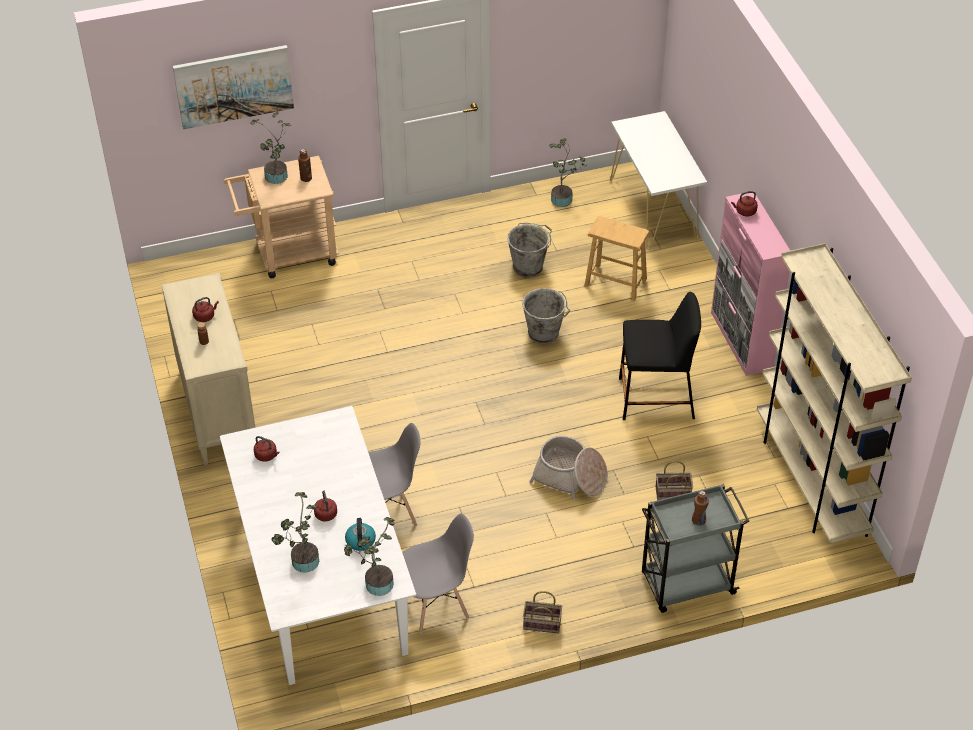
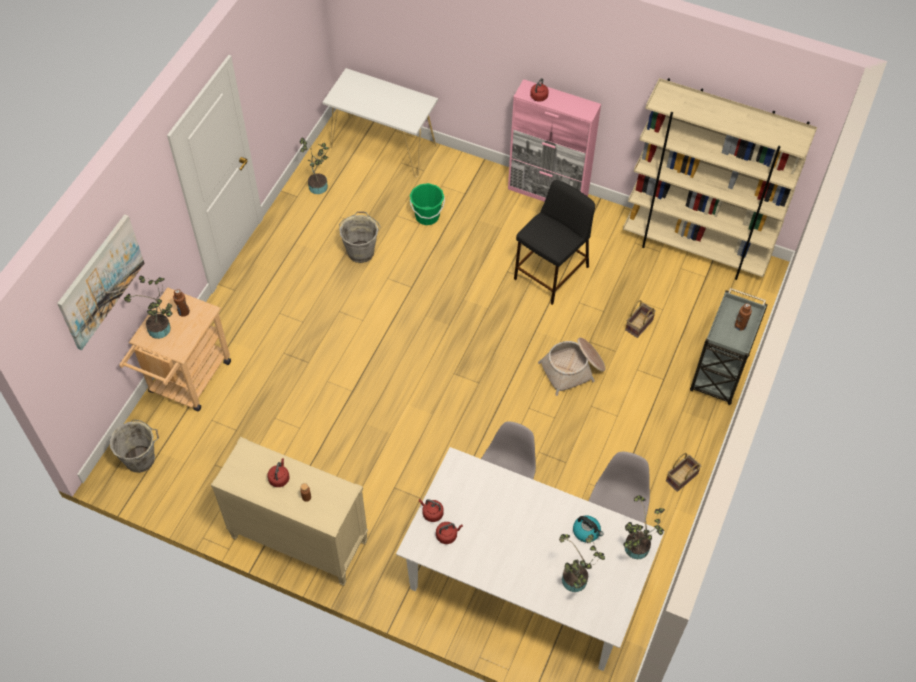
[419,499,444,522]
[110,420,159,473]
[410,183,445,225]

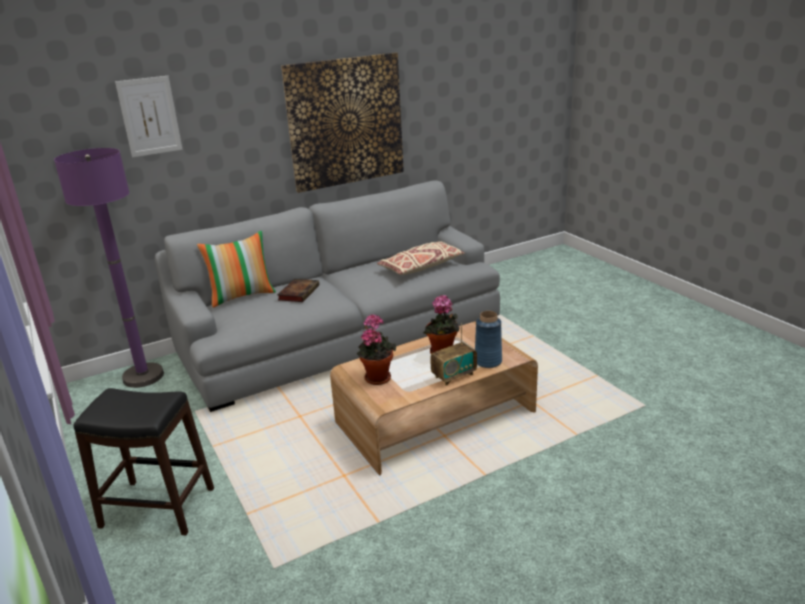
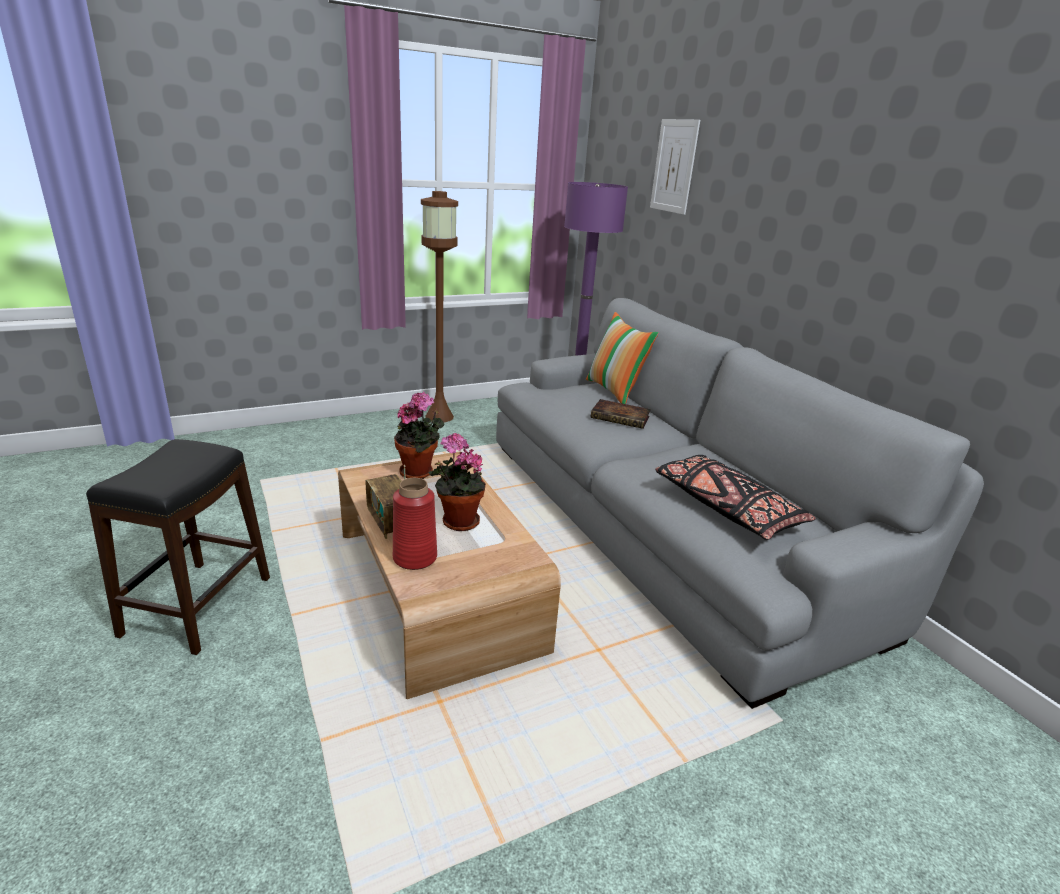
[86,439,270,655]
[281,53,404,193] (first image)
[655,455,816,540]
[393,478,437,570]
[421,191,458,422]

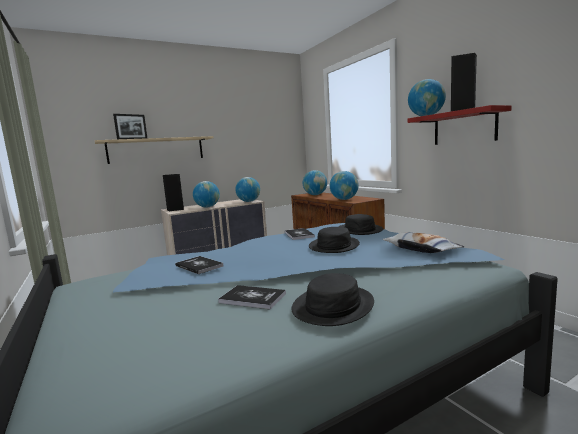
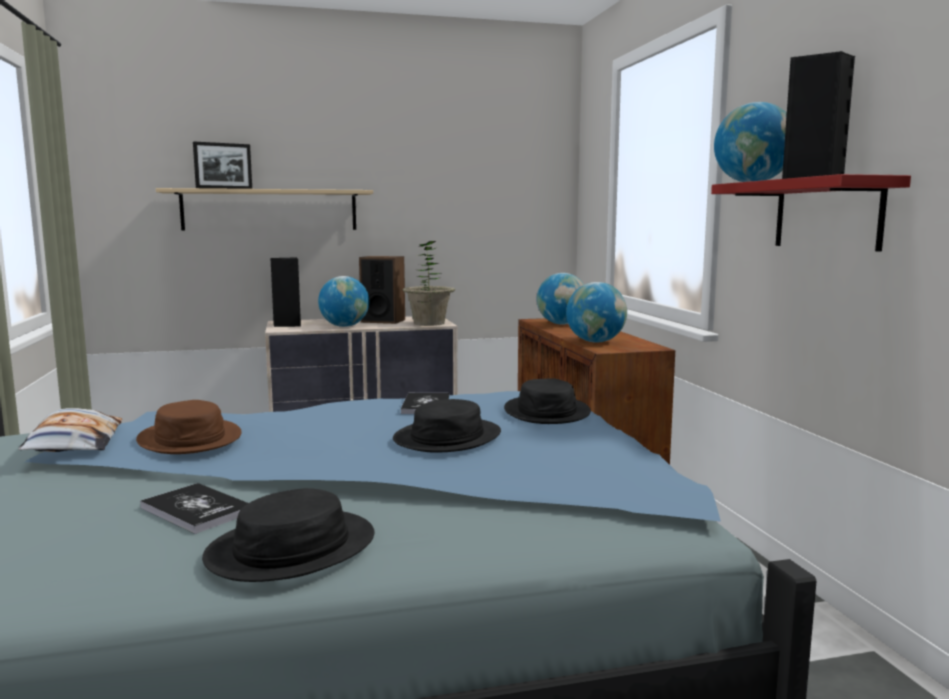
[136,400,242,454]
[402,241,455,326]
[18,408,122,452]
[359,256,405,324]

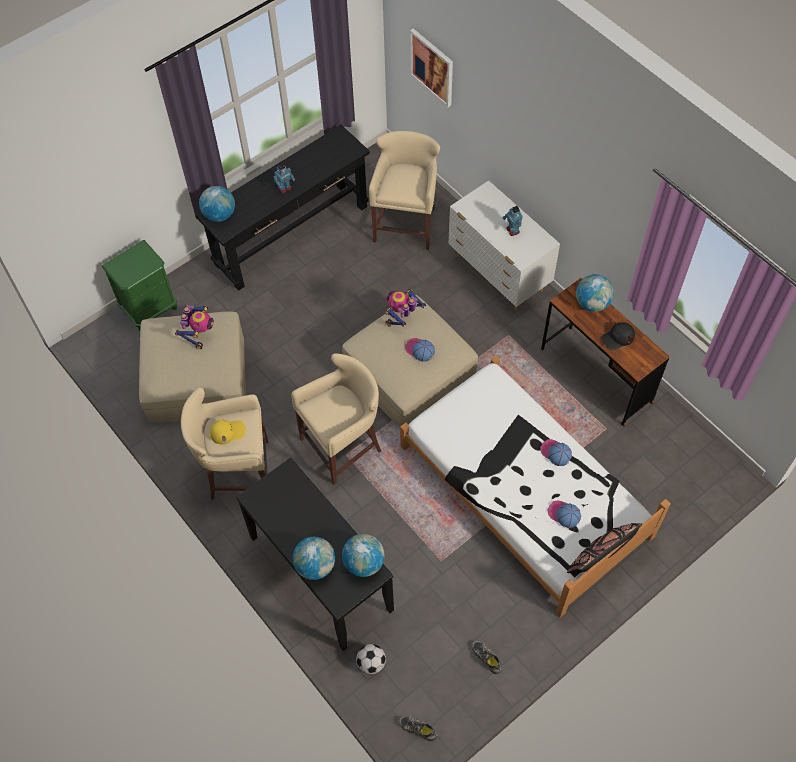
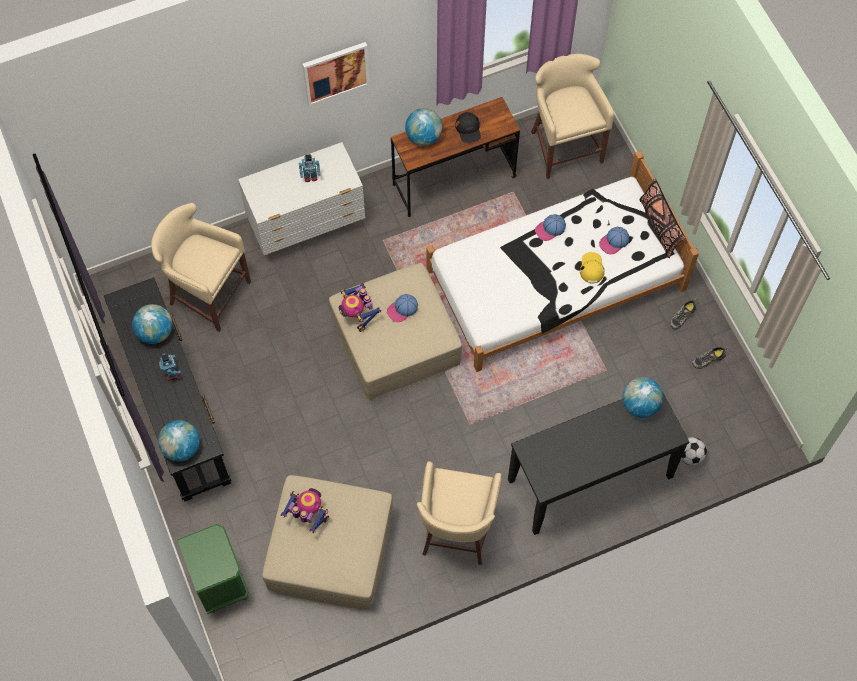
[580,252,605,284]
[531,54,614,179]
[132,304,173,344]
[670,298,697,329]
[302,42,370,106]

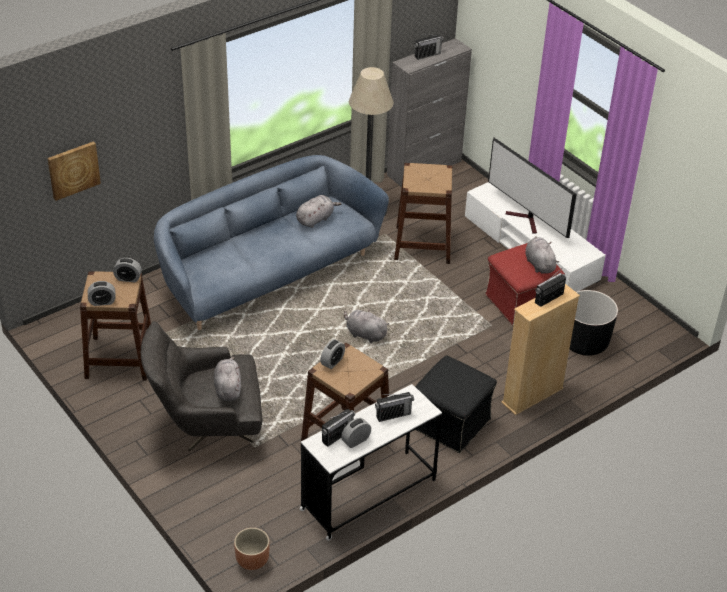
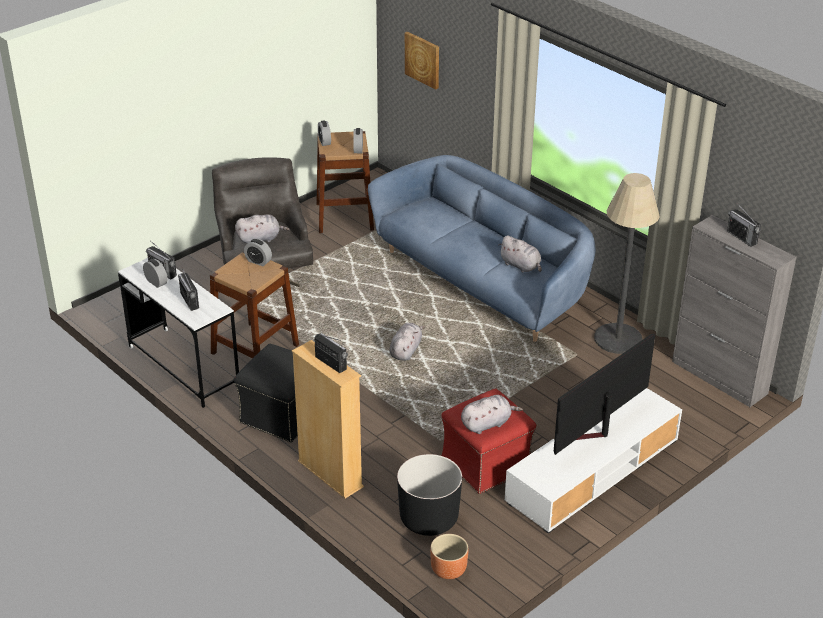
[430,534,468,579]
[394,163,452,264] (first image)

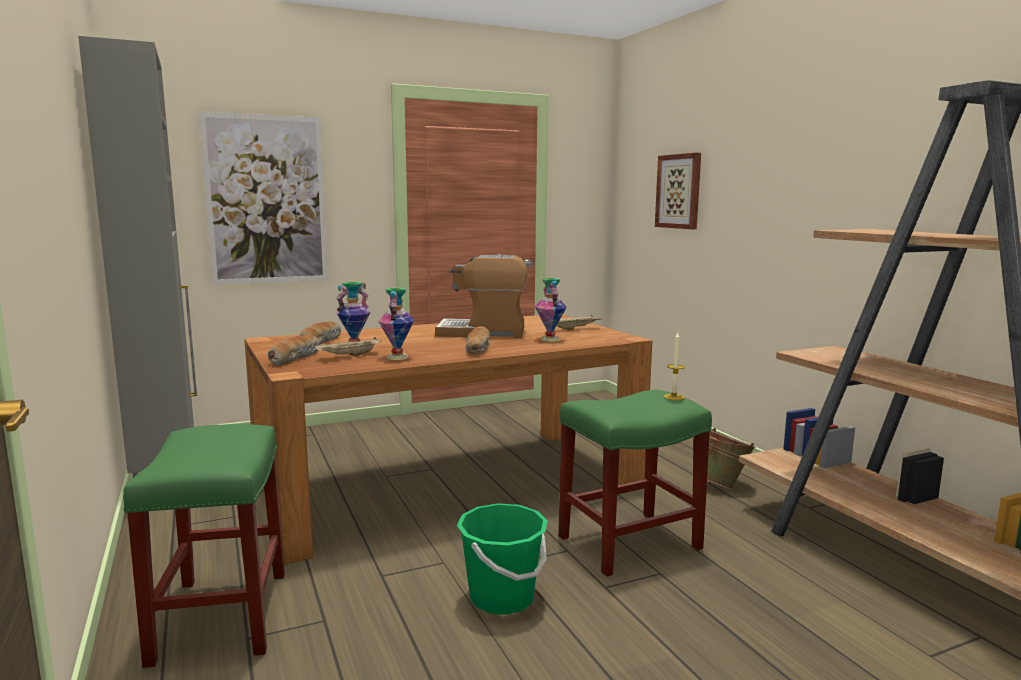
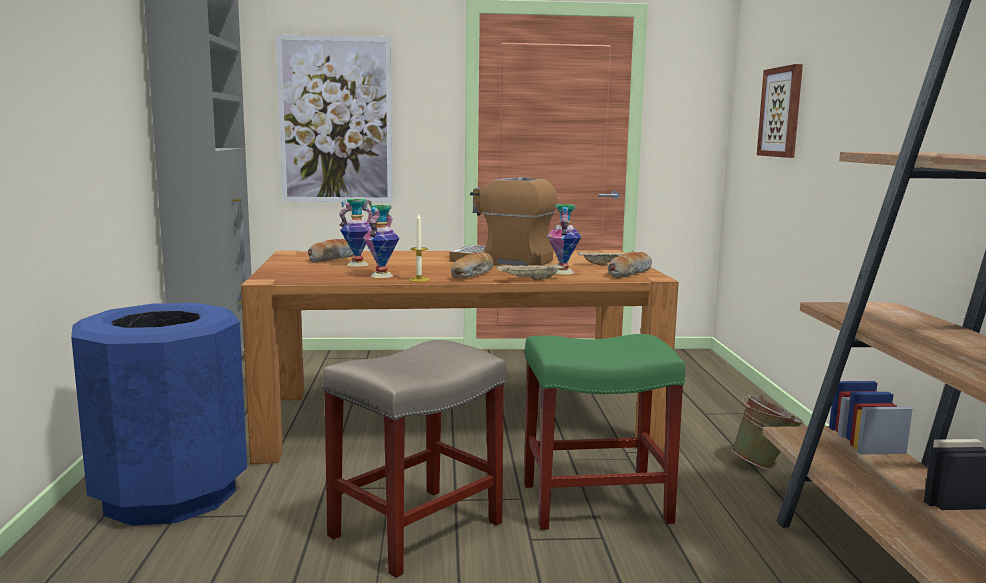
[71,303,247,526]
[608,252,652,278]
[496,263,565,280]
[322,340,506,578]
[409,214,429,282]

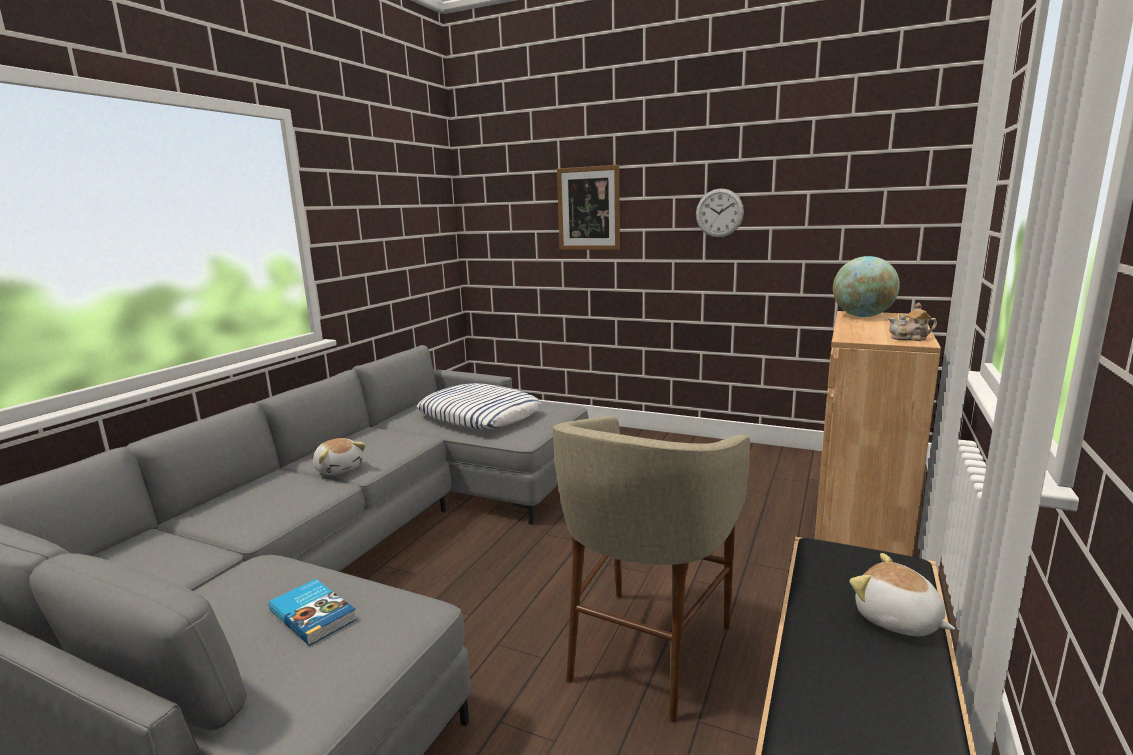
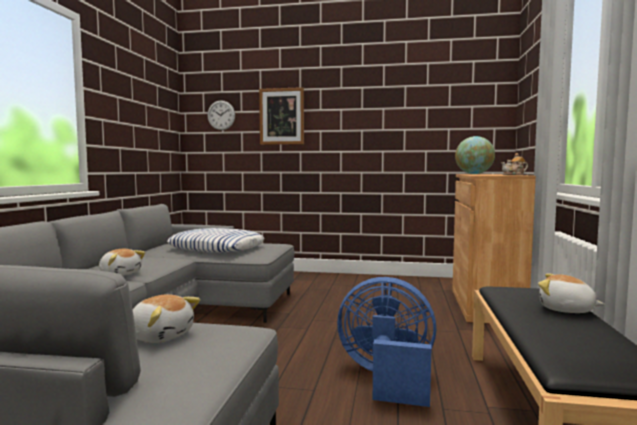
[133,294,200,343]
[337,277,436,407]
[207,100,235,130]

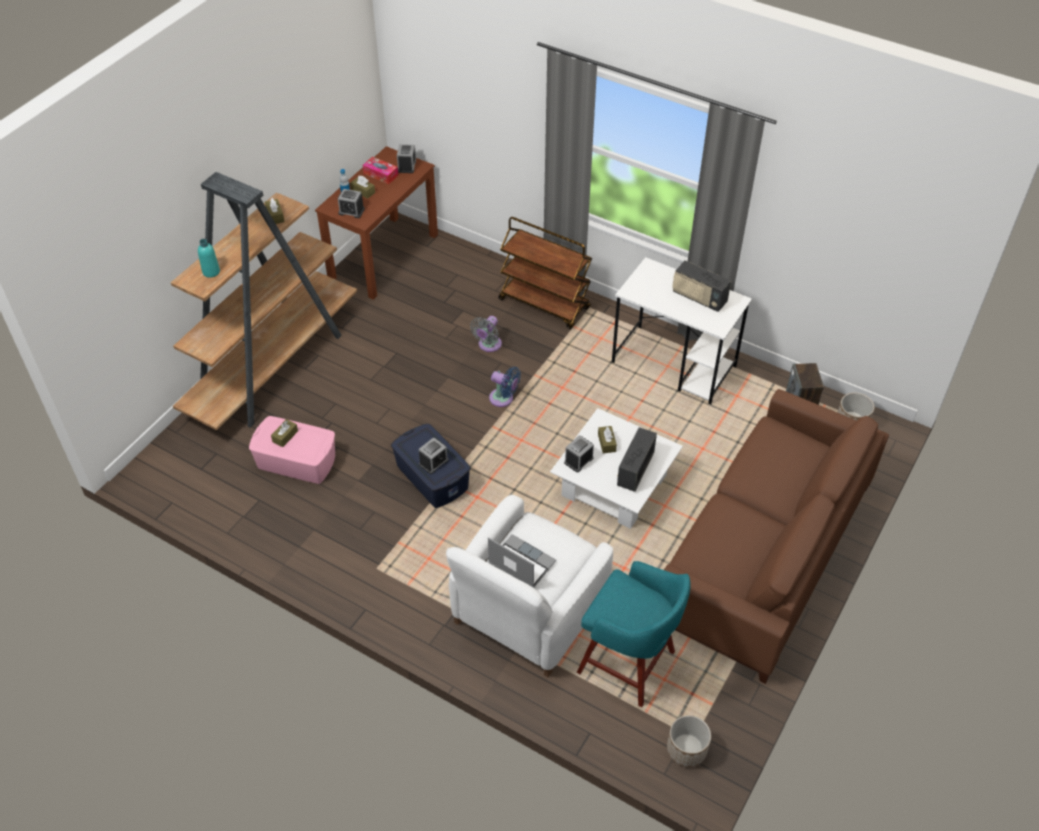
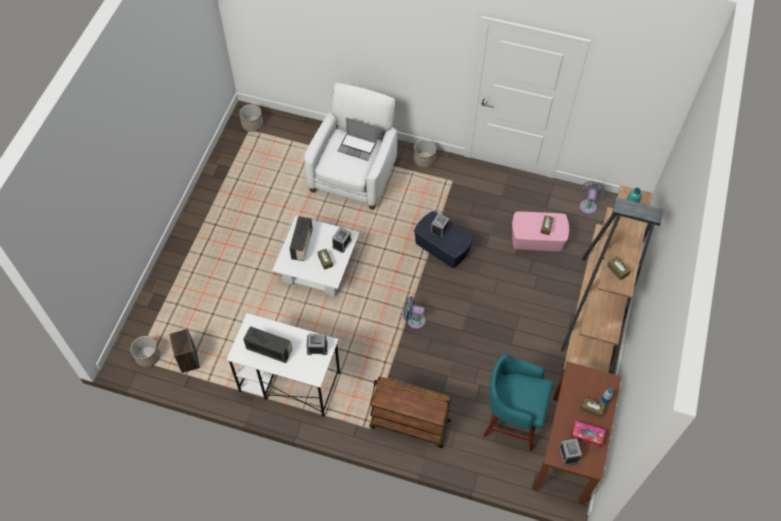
[307,333,328,355]
[580,181,605,214]
[483,353,553,451]
[664,389,889,684] (first image)
[413,140,436,168]

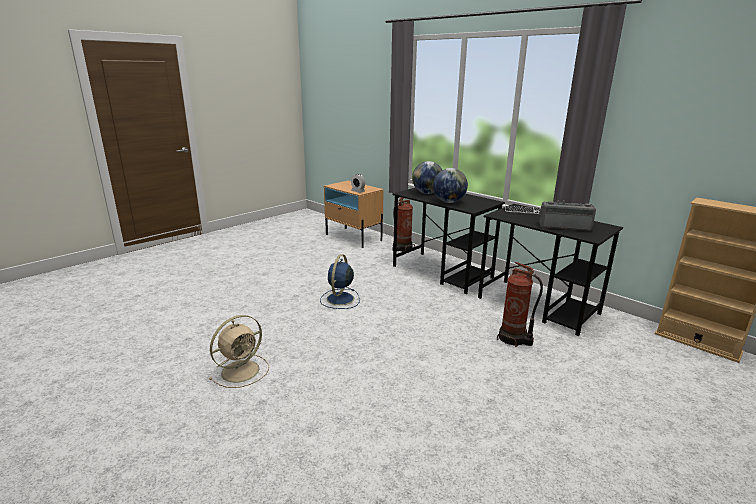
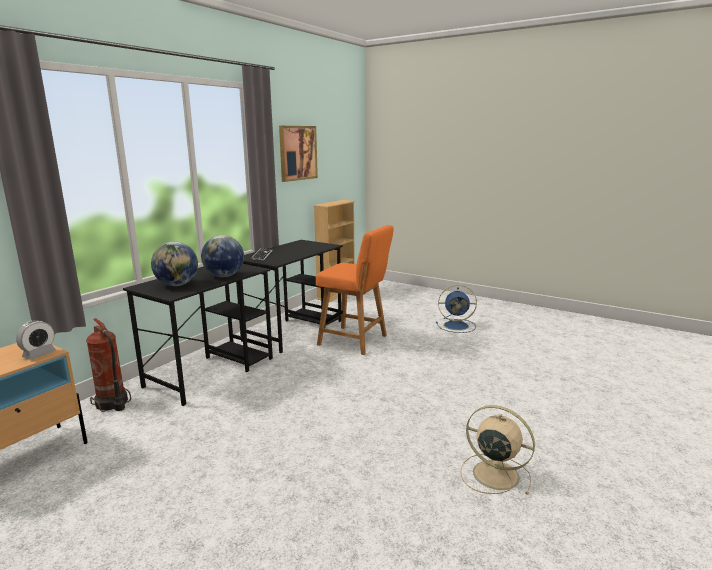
[436,285,477,333]
[316,225,394,355]
[539,200,596,231] (first image)
[279,126,318,182]

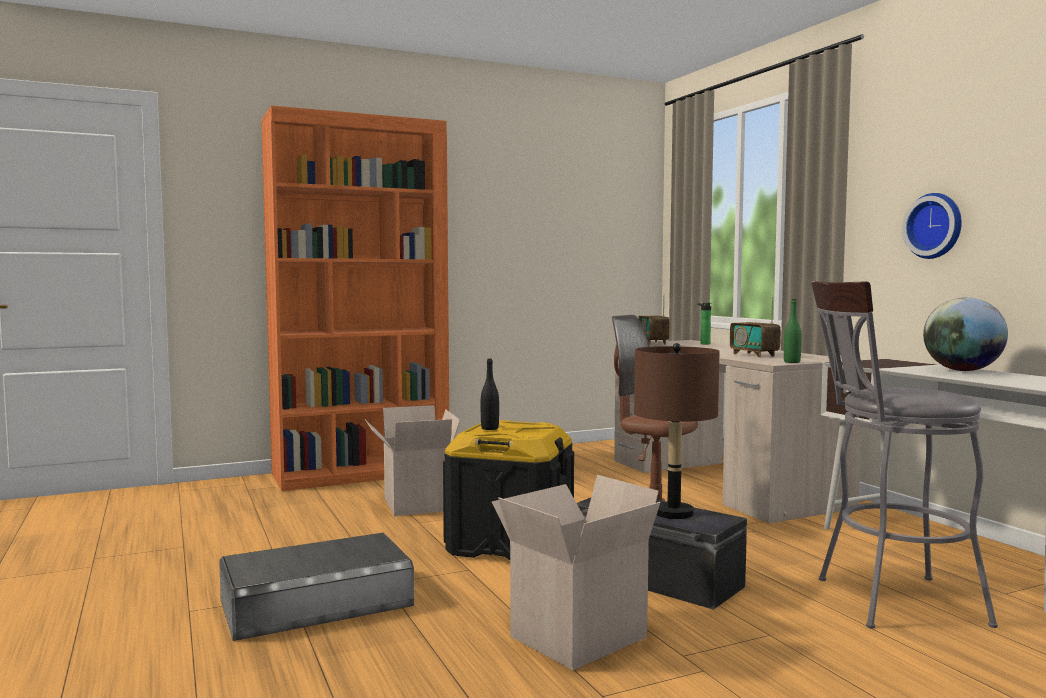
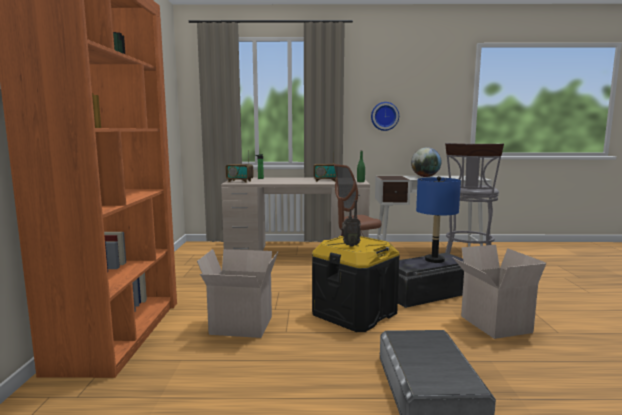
[341,200,361,247]
[416,176,461,263]

